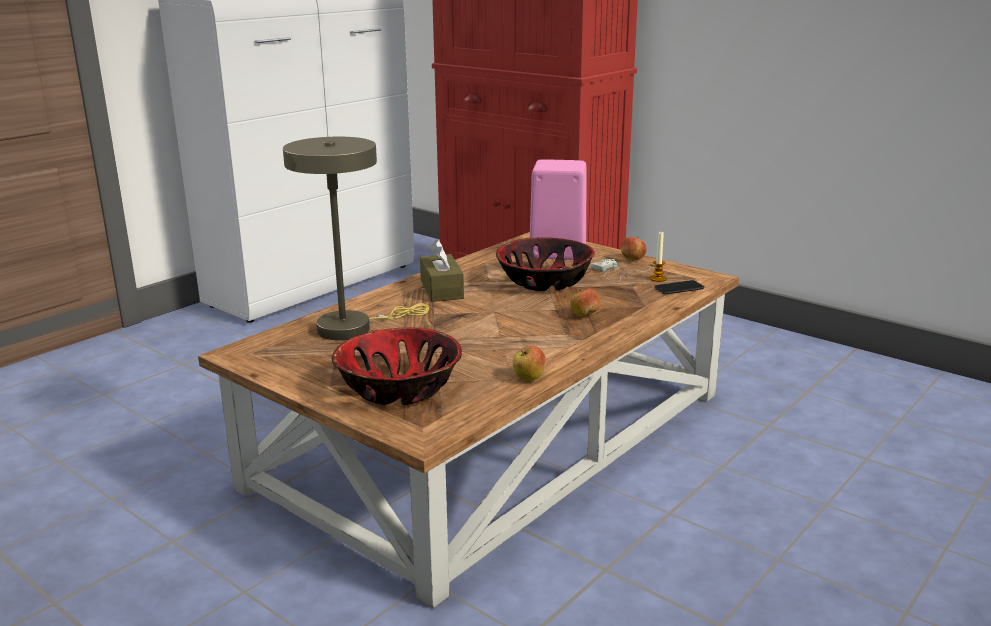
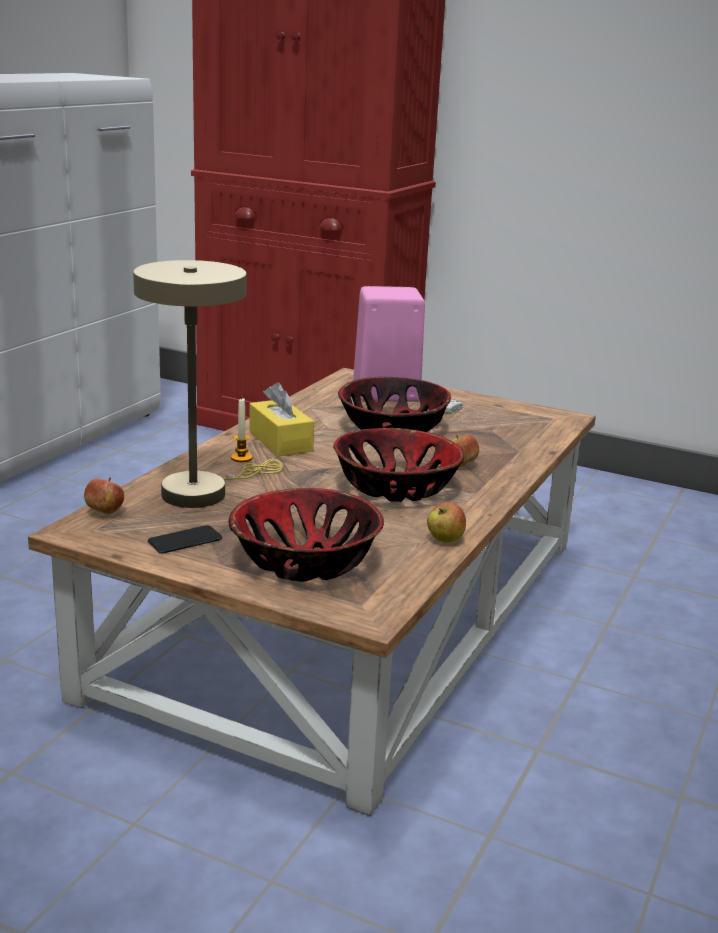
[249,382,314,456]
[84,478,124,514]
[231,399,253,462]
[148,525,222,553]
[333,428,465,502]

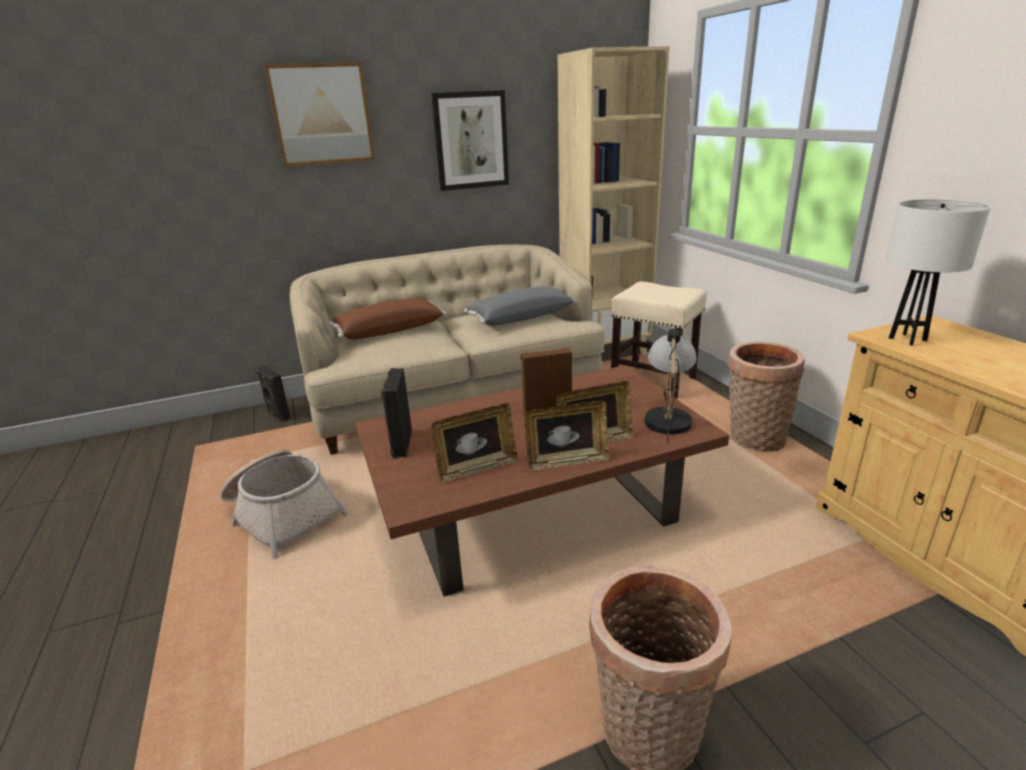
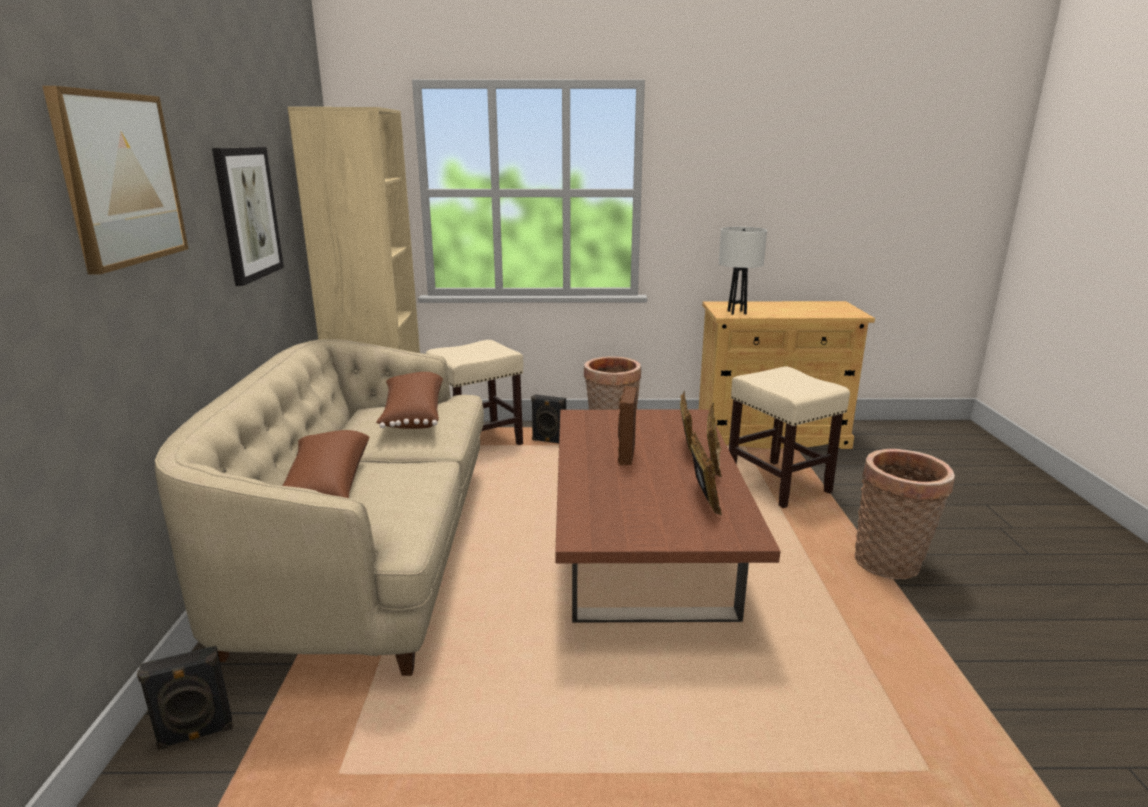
[220,450,349,559] (first image)
[531,394,566,443]
[376,372,443,429]
[644,328,697,444] (first image)
[729,367,850,508]

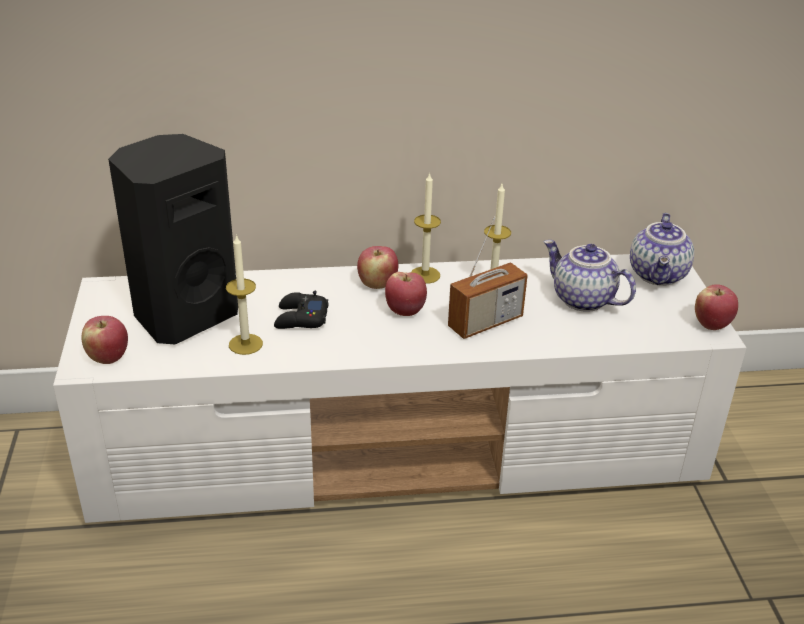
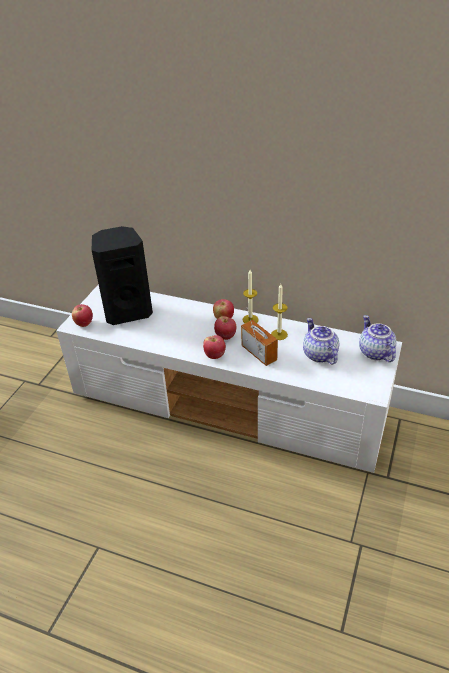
[226,234,263,355] (first image)
[274,291,329,329] (first image)
[241,307,278,366]
[359,315,397,362]
[203,335,226,359]

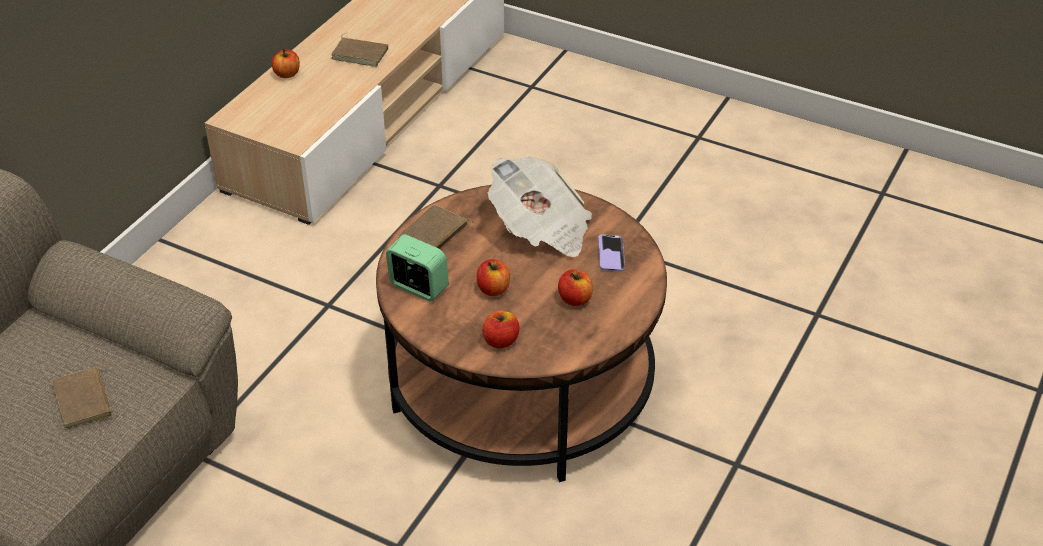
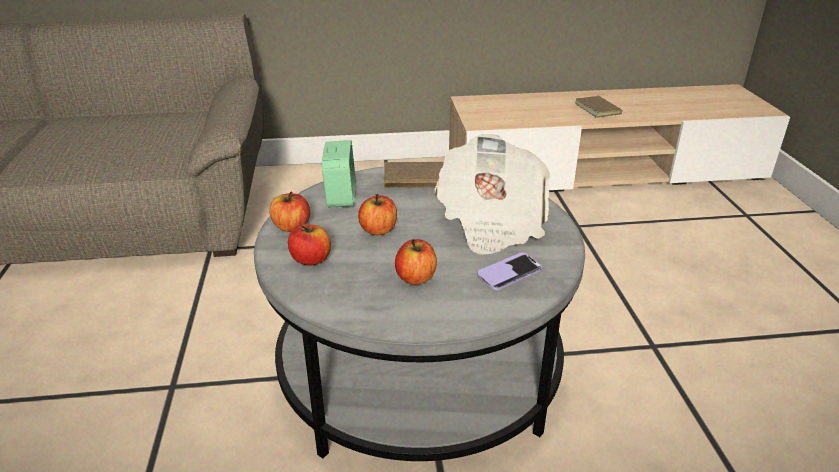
[52,363,113,430] (first image)
[270,192,310,232]
[254,167,585,461]

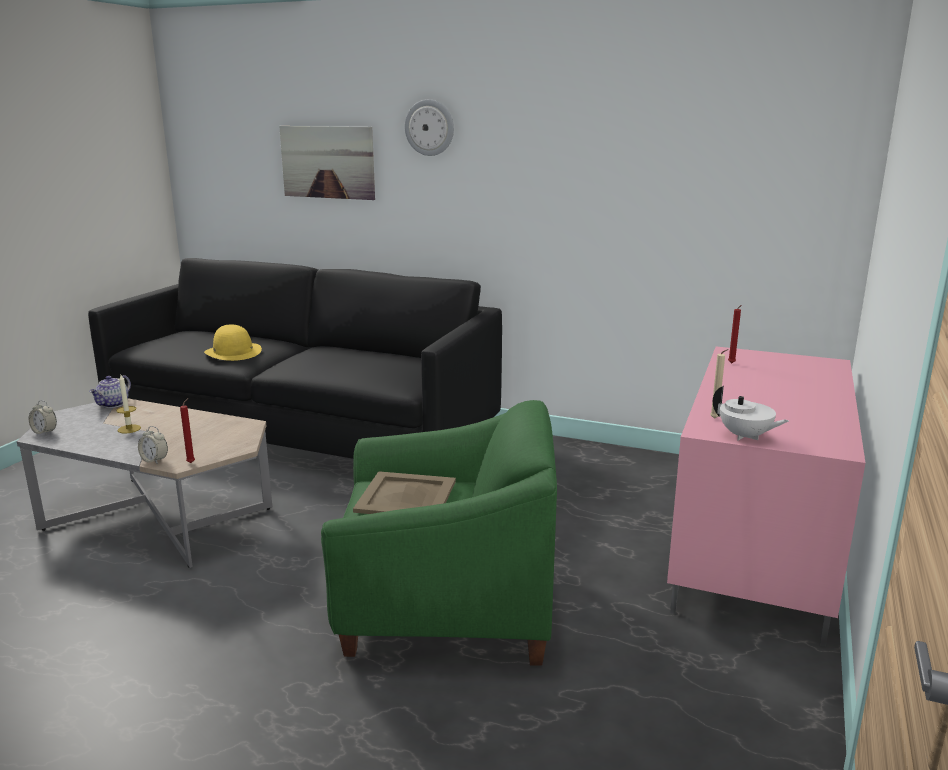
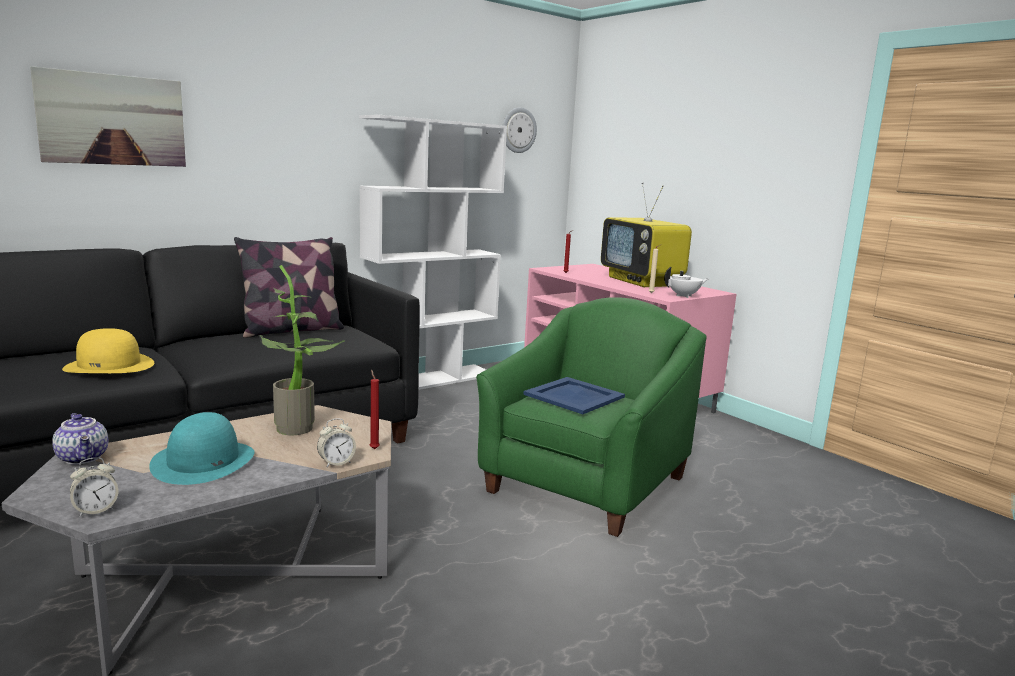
[149,412,255,485]
[523,377,625,414]
[503,107,537,153]
[234,237,344,338]
[258,265,344,435]
[360,115,507,390]
[601,182,692,287]

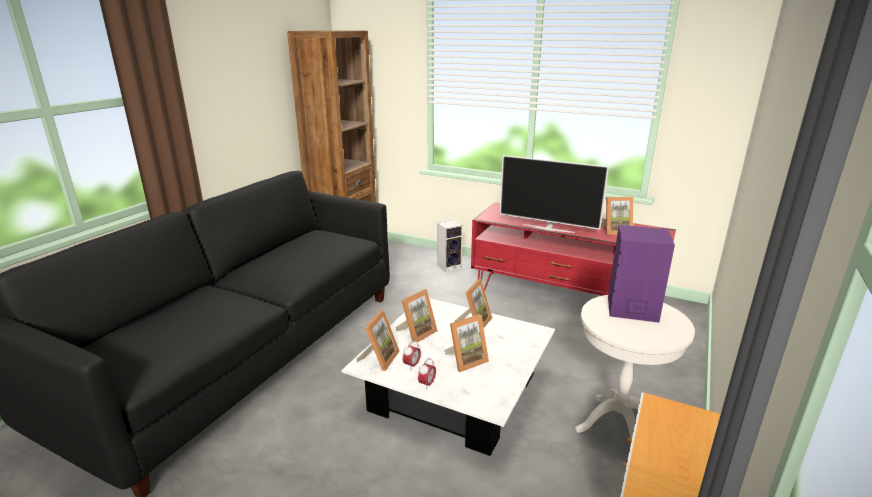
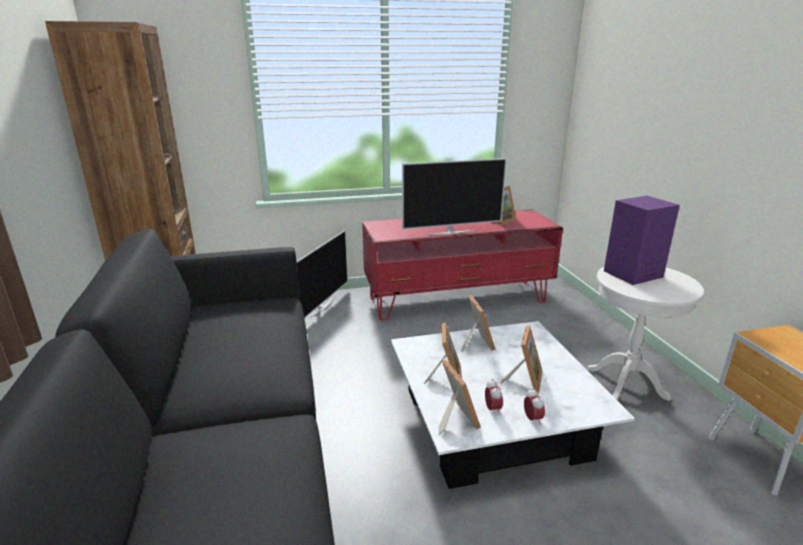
[297,230,348,318]

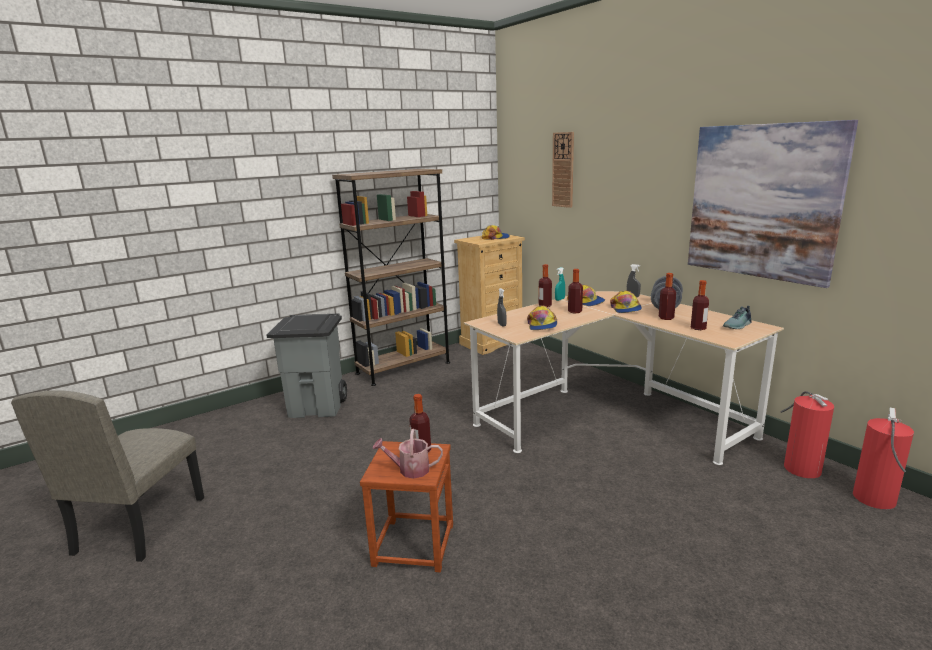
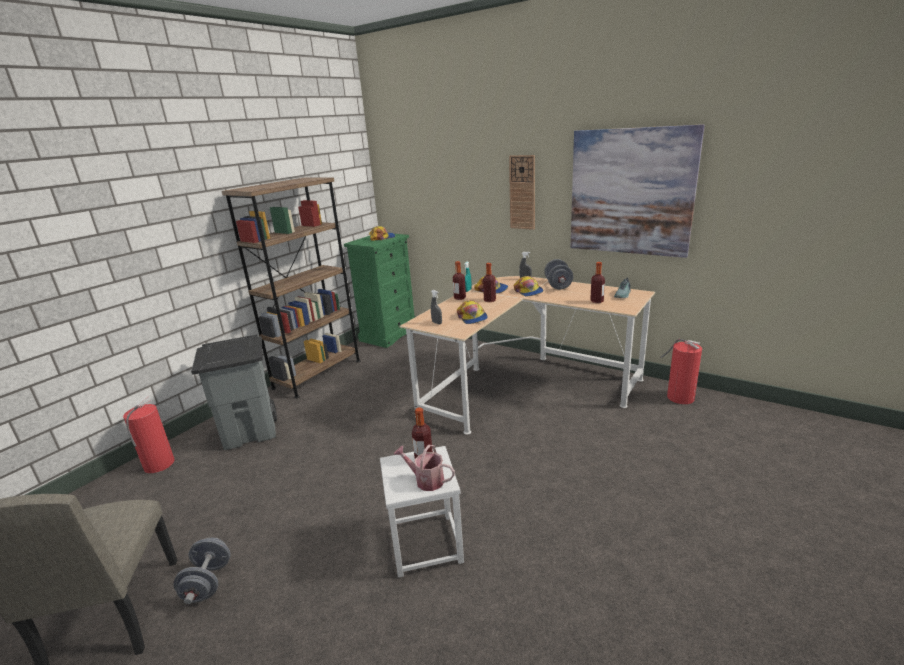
[380,446,464,578]
[394,444,455,491]
[344,234,415,348]
[509,155,535,230]
[659,273,676,320] (first image)
[123,396,175,473]
[173,538,231,604]

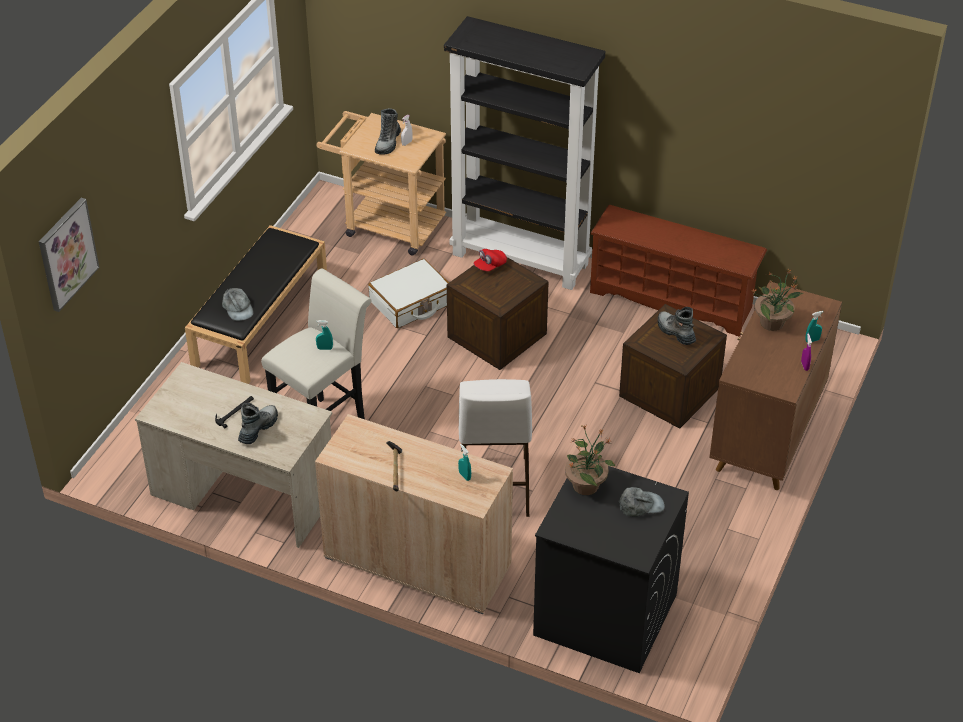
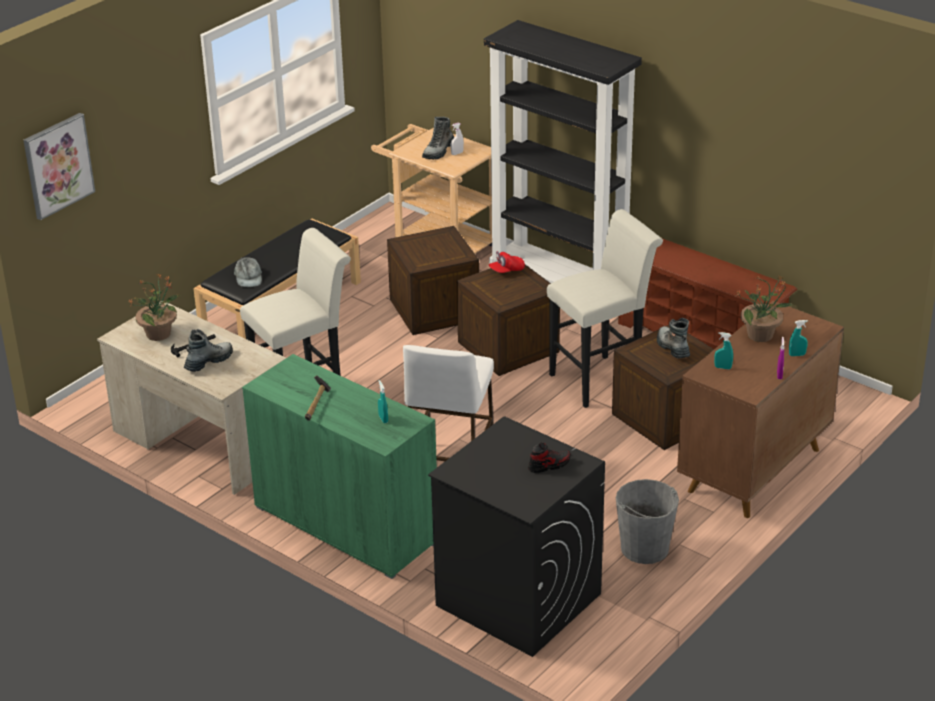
[242,354,437,579]
[714,332,733,369]
[387,226,479,335]
[127,274,180,341]
[528,442,571,473]
[547,209,663,408]
[616,479,679,564]

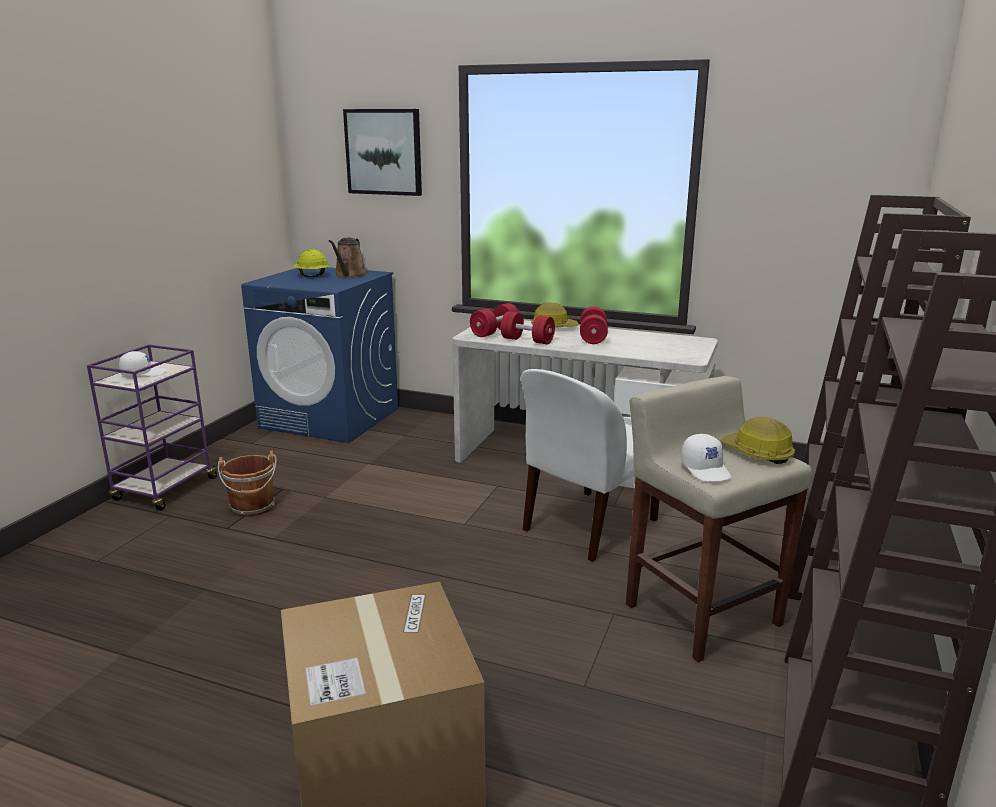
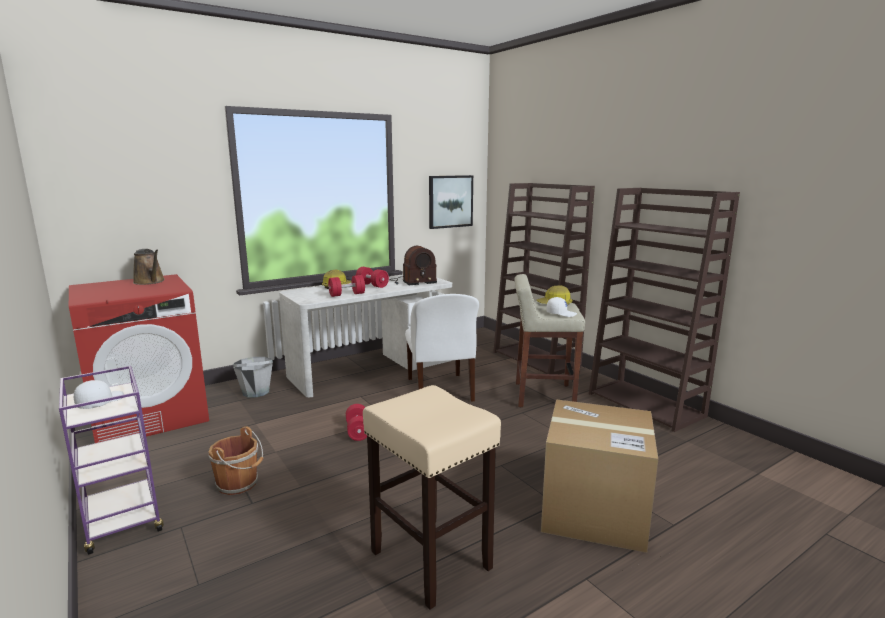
[69,274,209,443]
[294,249,329,277] (first image)
[429,175,473,229]
[346,404,367,441]
[233,357,273,398]
[363,385,501,610]
[390,246,437,285]

